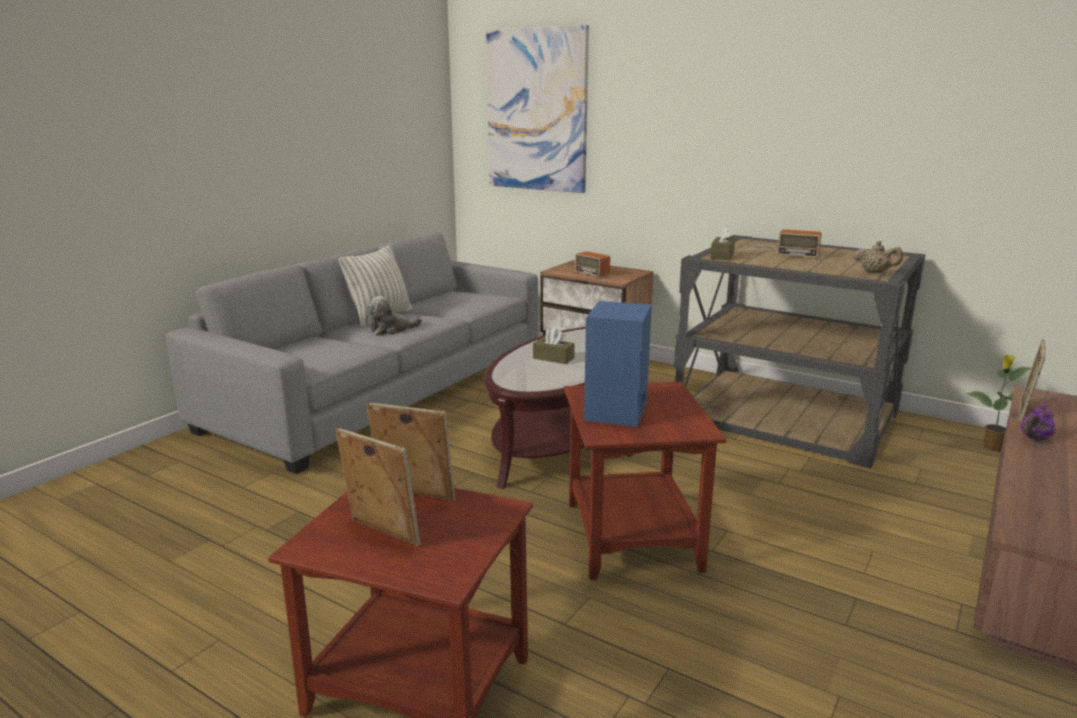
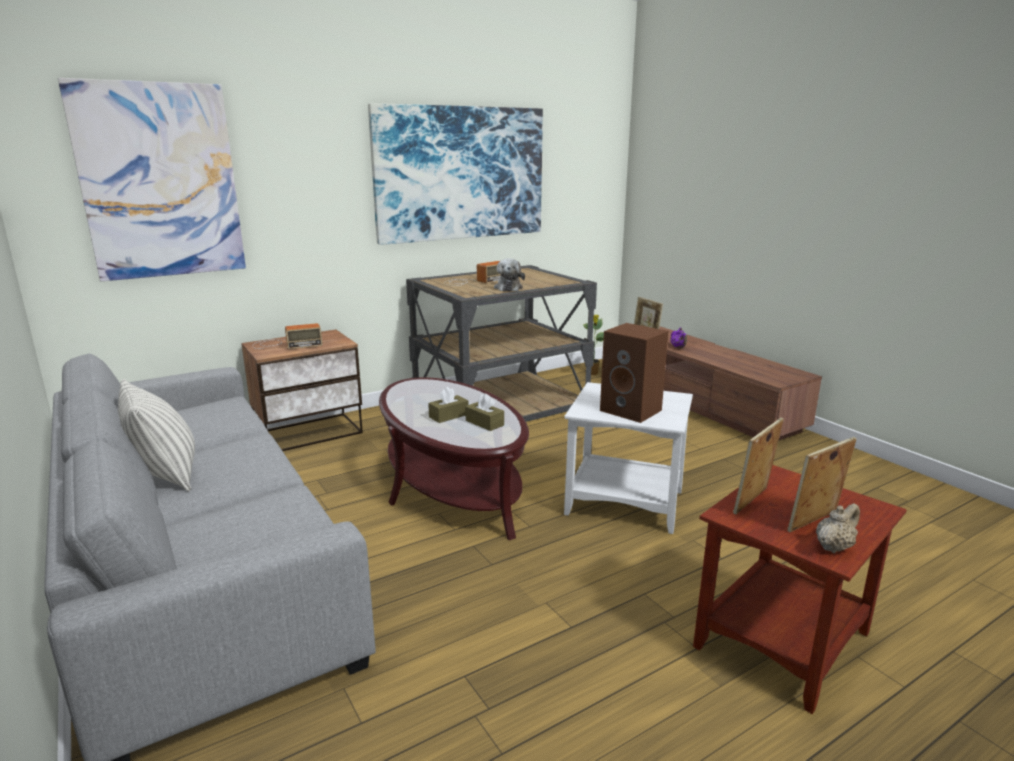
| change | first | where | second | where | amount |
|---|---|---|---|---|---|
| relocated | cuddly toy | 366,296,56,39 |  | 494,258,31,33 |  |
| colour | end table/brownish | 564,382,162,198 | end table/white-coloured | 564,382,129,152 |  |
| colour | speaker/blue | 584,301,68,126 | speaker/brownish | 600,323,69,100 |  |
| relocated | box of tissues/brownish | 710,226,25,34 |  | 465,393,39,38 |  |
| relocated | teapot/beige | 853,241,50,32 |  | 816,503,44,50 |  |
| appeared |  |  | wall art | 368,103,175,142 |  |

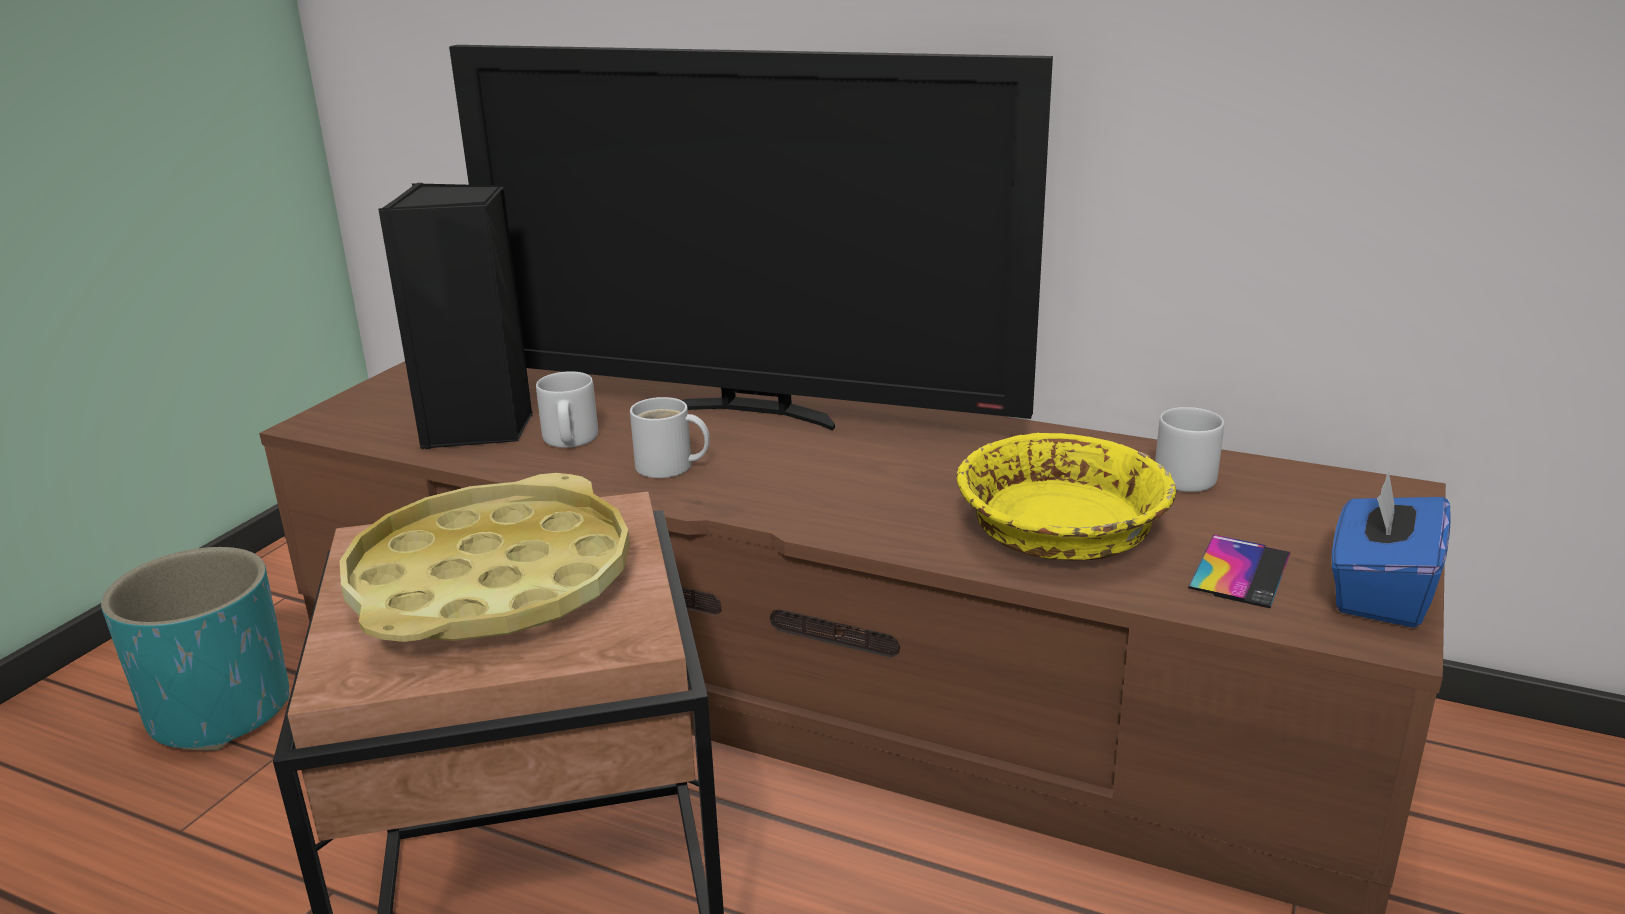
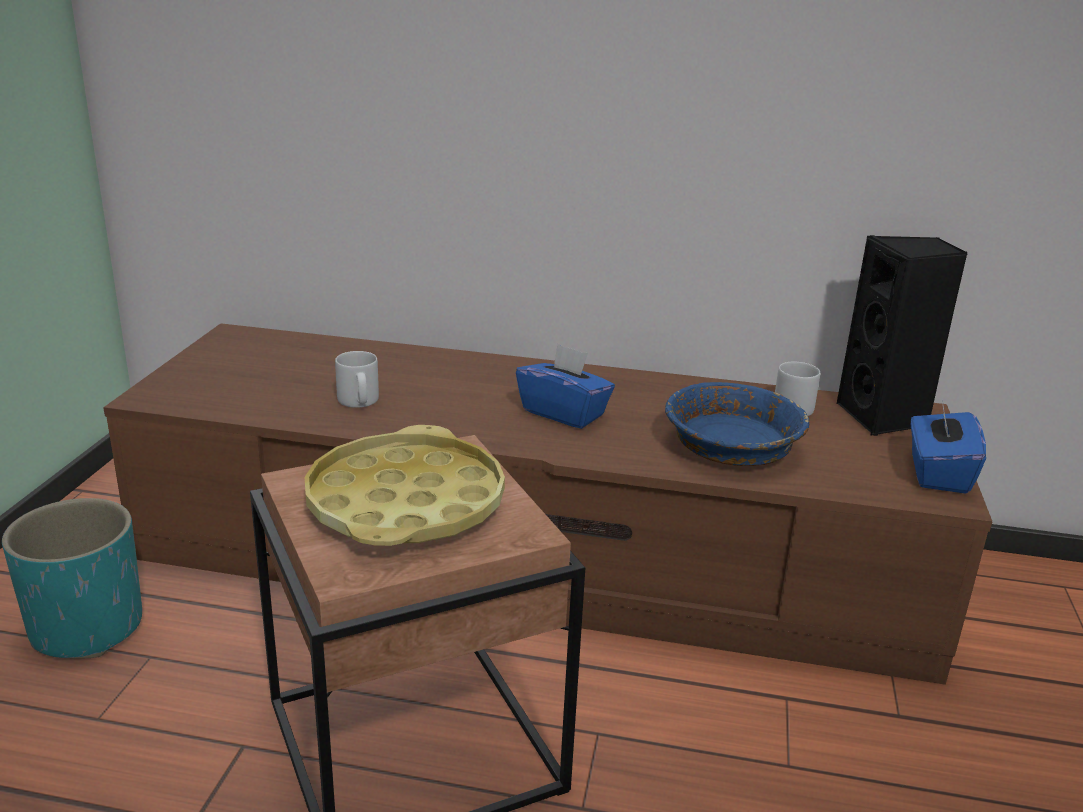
| change | first | where | second | where | amount |
|---|---|---|---|---|---|
| relocated | speaker/blackish | 378,183,155,266 |  | 836,235,131,201 |  |
| missing | TV set | 449,45,604,386 |  |  |  |
| missing | tea mug/white-coloured | 630,397,80,81 |  |  |  |
| colour | deep dish/yellow | 957,433,219,128 | deep dish/blue | 665,382,144,84 |  |
| missing | telephone | 1188,535,102,73 |  |  |  |
| appeared |  |  | box of tissues/blue | 516,344,99,85 |  |

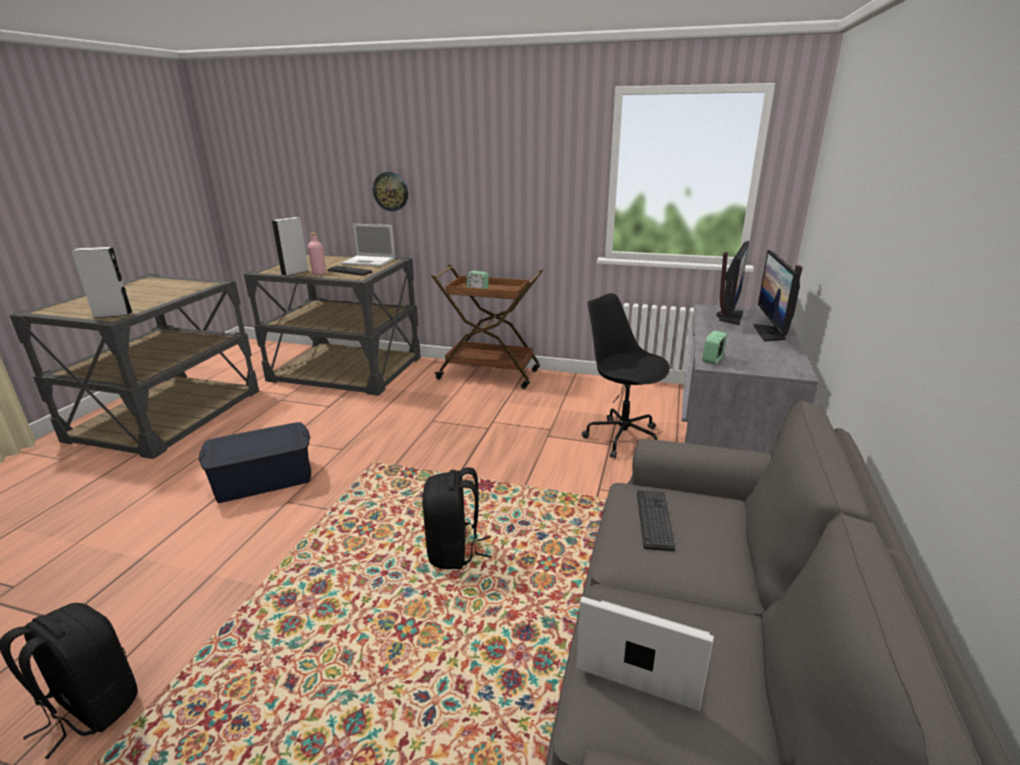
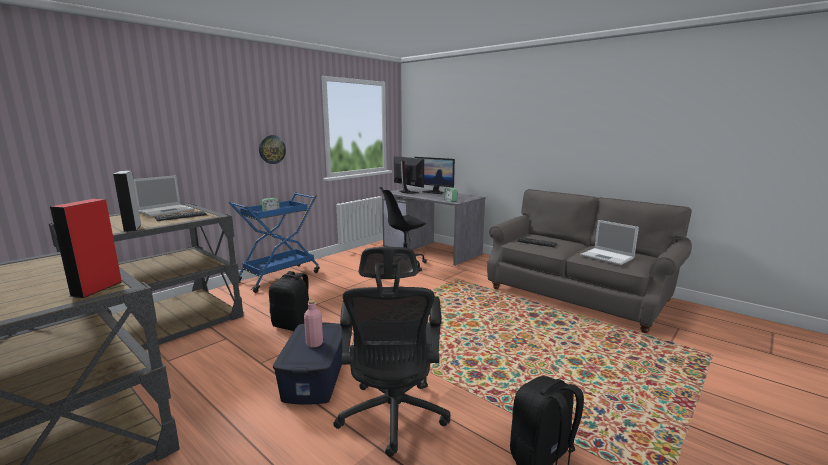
| change | first | where | second | where | amount |
|---|---|---|---|---|---|
| colour | speaker/grey | 72,247,60,71 | speaker/red-coloured | 50,199,72,99 |  |
| relocated | beverage bottle/pinkish | 308,233,18,42 |  | 304,300,19,48 |  |
| relocated | wall clock | 373,172,35,39 |  | 259,135,27,29 |  |
| relocated | rucksack/blackish | 422,467,69,102 |  | 269,271,40,60 |  |
| colour | cart/brownish | 431,265,112,124 | cart/blue | 228,192,92,101 |  |
| spun | laptop | 576,597,138,114 |  | 580,220,59,45 | 90 degrees counterclockwise |
| appeared |  |  | computer chair | 333,247,118,210 |  |

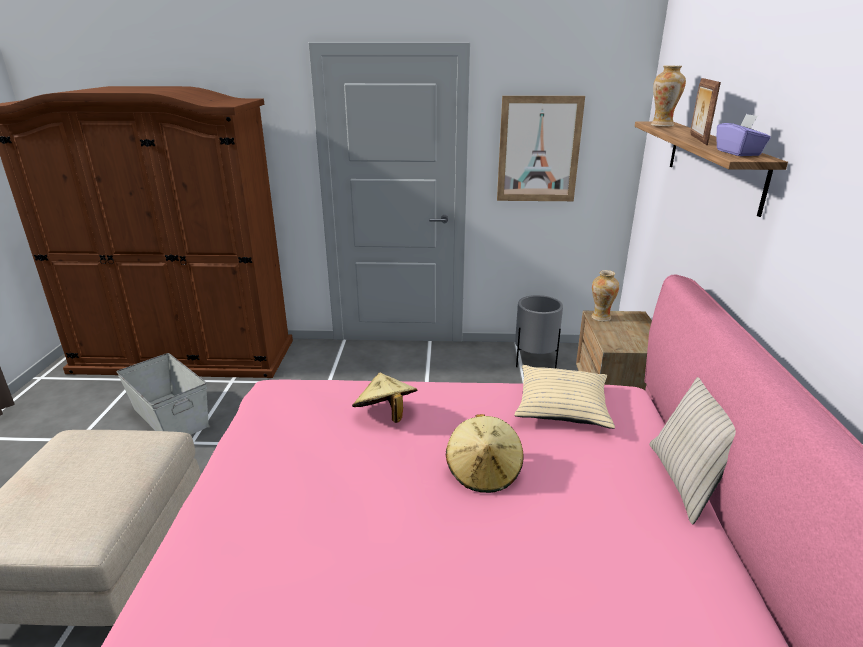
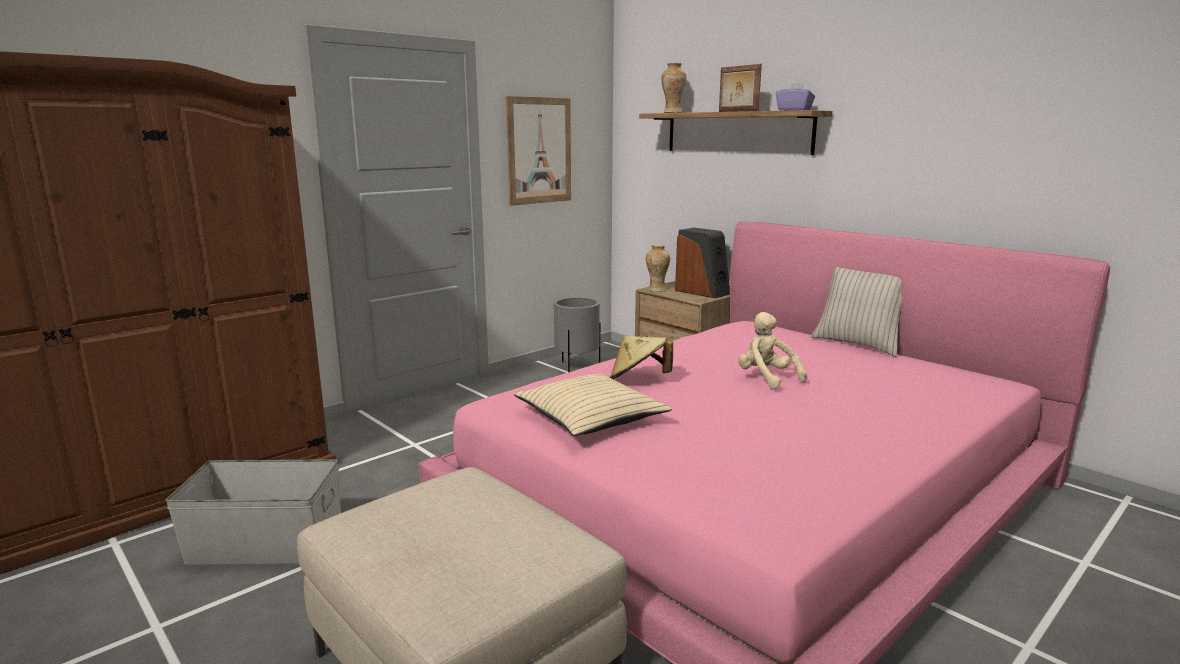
| change | first | where | second | where | amount |
|---|---|---|---|---|---|
| exchanged | clothing hat/beige | 446,414,78,79 | cuddly toy/beige | 738,312,69,77 |  |
| relocated | throw pillow/beige | 514,365,101,64 |  | 514,374,158,62 |  |
| appeared |  |  | speaker | 675,228,55,70 |  |

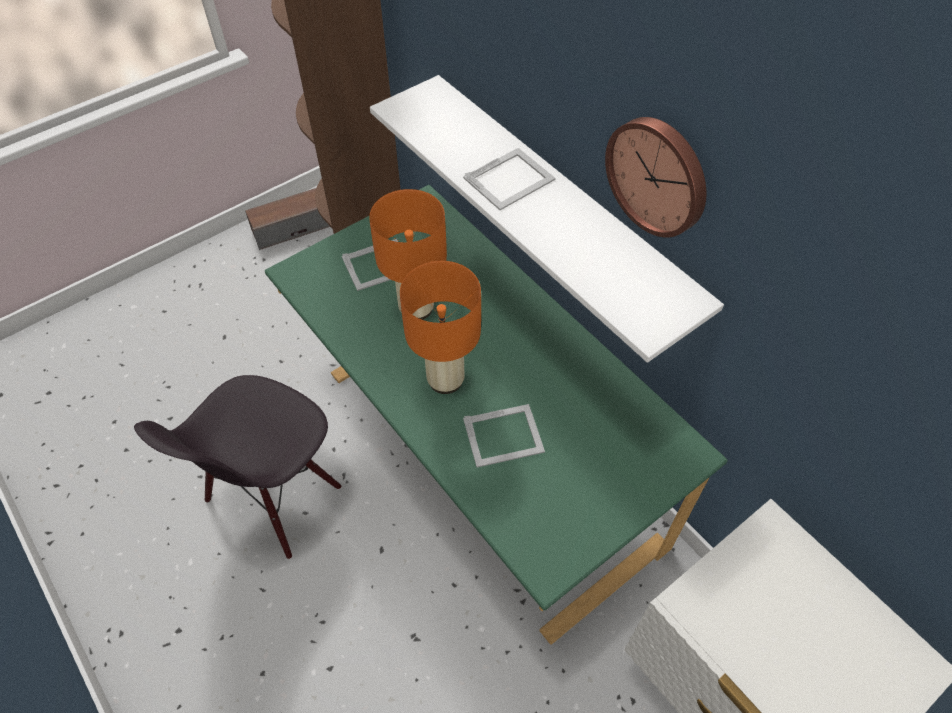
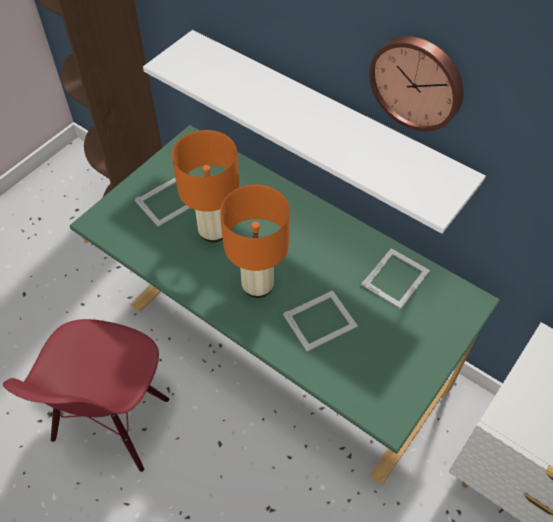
| change | first | where | second | where | amount |
|---|---|---|---|---|---|
| colour | plain chair/blackish | 134,375,207,184 | plain chair/red-coloured | 3,319,166,153 |  |
| missing | speaker | 245,188,85,62 |  |  |  |
| relocated | picture frame | 463,148,93,62 |  | 361,248,69,61 |  |

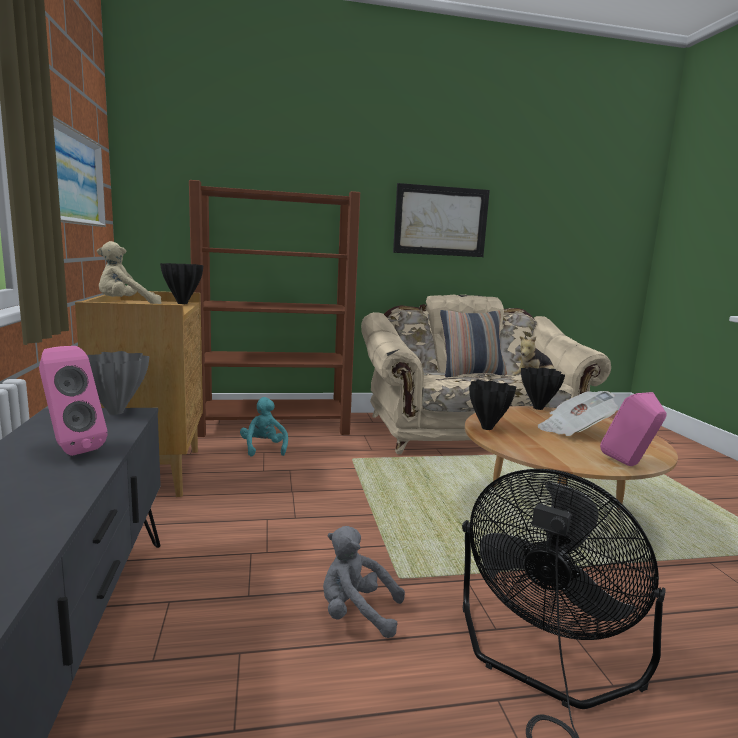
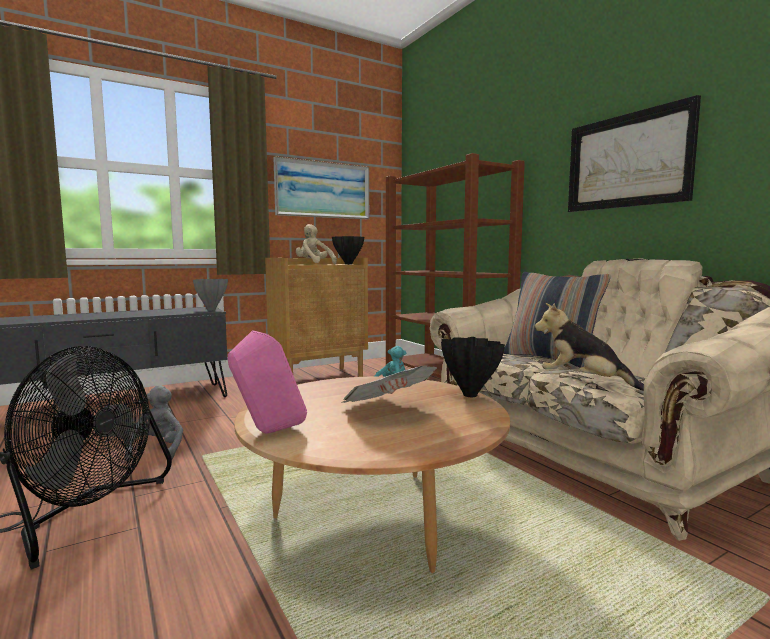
| change | first | where | second | where | amount |
|---|---|---|---|---|---|
| missing | speaker/pinkish | 39,346,69,110 |  |  |  |
| missing | decorative vase/blackish | 469,380,47,50 |  |  |  |

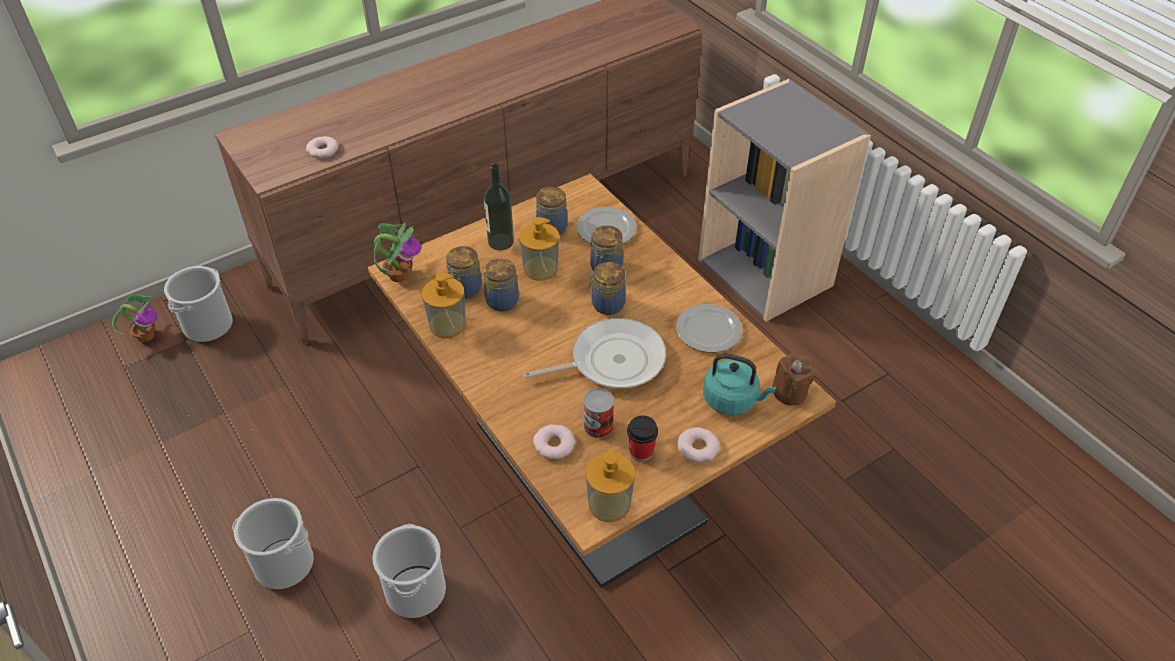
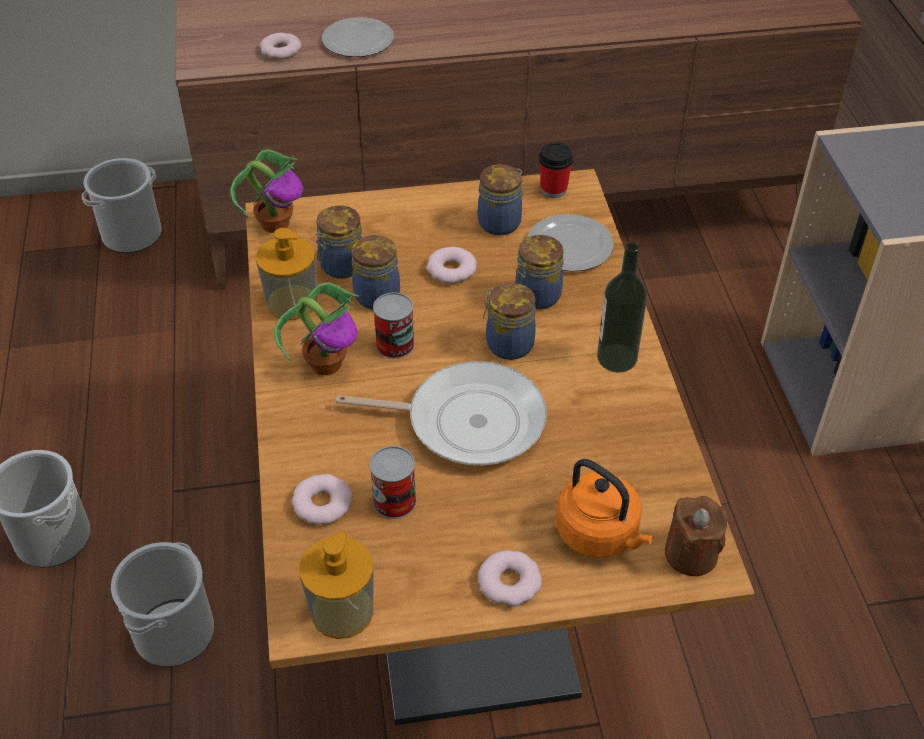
| change | first | where | second | where | amount |
|---|---|---|---|---|---|
| relocated | potted plant | 112,294,45,48 |  | 274,282,85,93 |  |
| relocated | beverage bottle | 484,163,30,88 |  | 597,242,50,130 |  |
| exchanged | soap dispenser | 519,217,40,64 | ring doughnut | 427,246,50,38 |  |
| relocated | cup | 627,415,31,47 |  | 539,143,34,55 |  |
| relocated | flat dish | 676,304,67,48 |  | 322,17,72,40 |  |
| colour | water kettle/blue-green | 703,354,73,61 | water kettle/orange-coloured | 556,459,98,99 |  |
| appeared |  |  | metal can | 373,293,42,66 |  |

